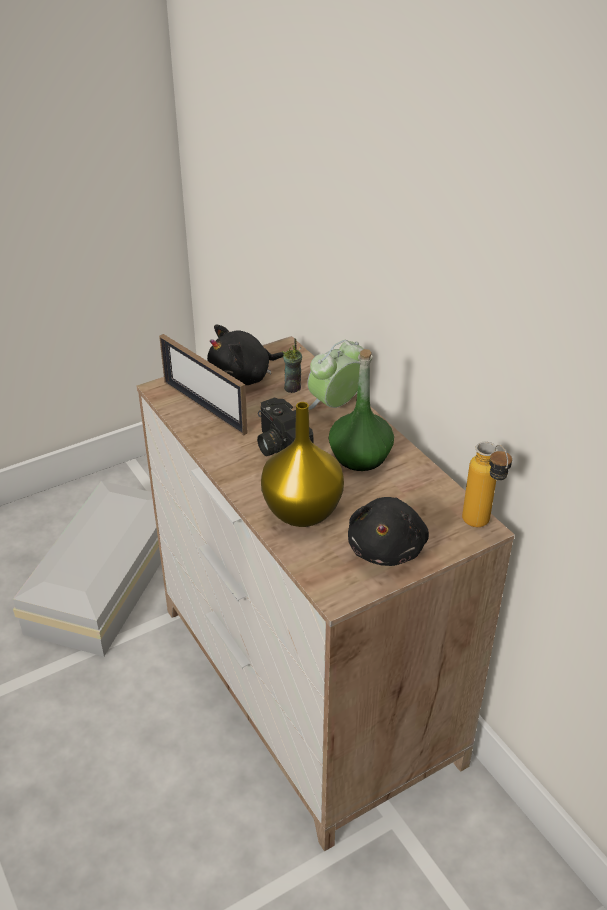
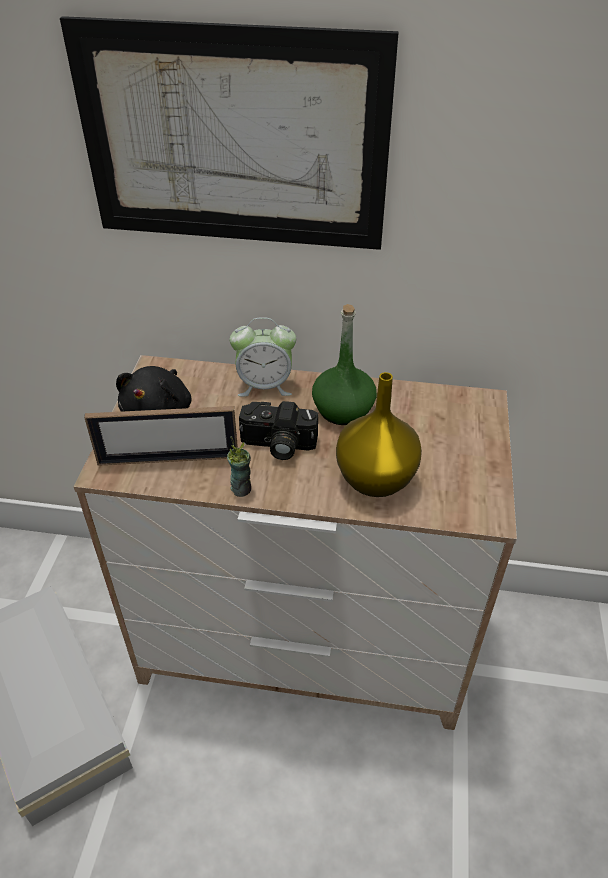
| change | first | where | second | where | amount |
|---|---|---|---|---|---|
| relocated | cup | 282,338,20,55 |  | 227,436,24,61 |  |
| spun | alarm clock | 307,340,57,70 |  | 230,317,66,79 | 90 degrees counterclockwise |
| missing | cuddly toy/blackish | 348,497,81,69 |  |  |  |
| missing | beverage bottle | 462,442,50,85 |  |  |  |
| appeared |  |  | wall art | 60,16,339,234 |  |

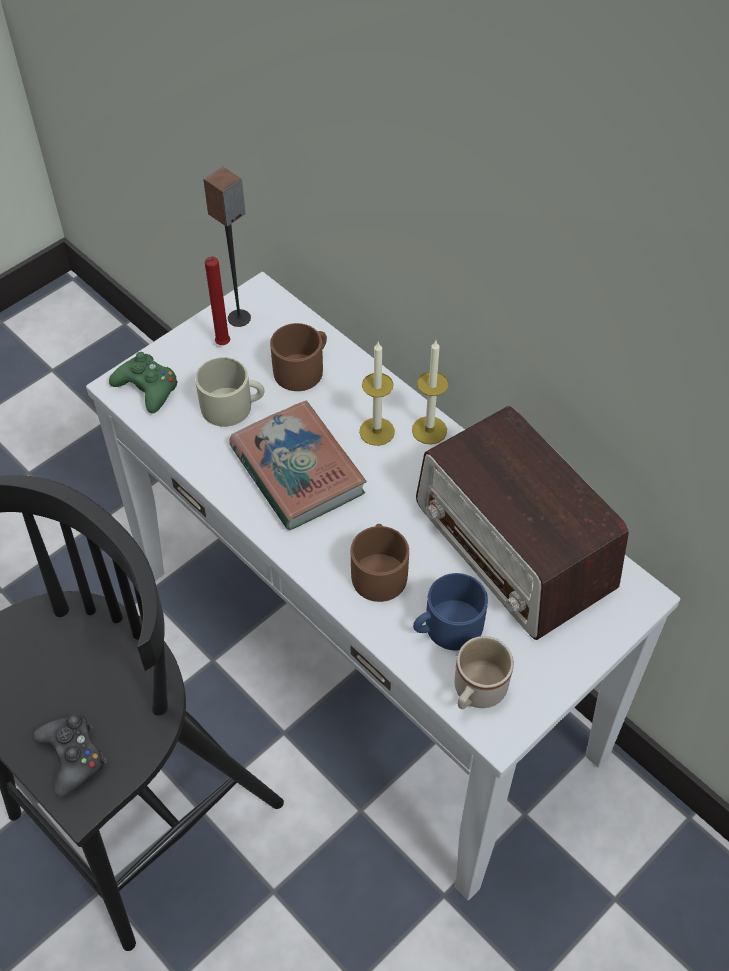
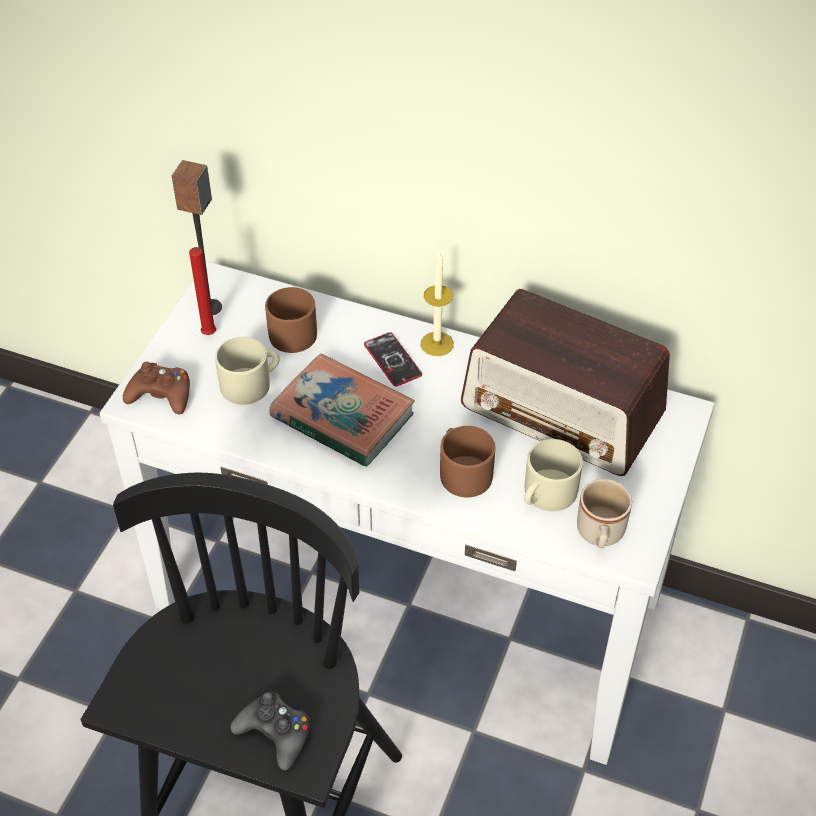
| change | first | where | second | where | amount |
|---|---|---|---|---|---|
| colour | gamepad/greenish | 109,352,69,62 | gamepad/brownish | 123,362,67,52 |  |
| exchanged | wax light | 359,341,36,105 | telephone | 364,332,58,54 |  |
| colour | tea mug/blue | 413,573,75,77 | tea mug/beige | 524,439,59,72 |  |

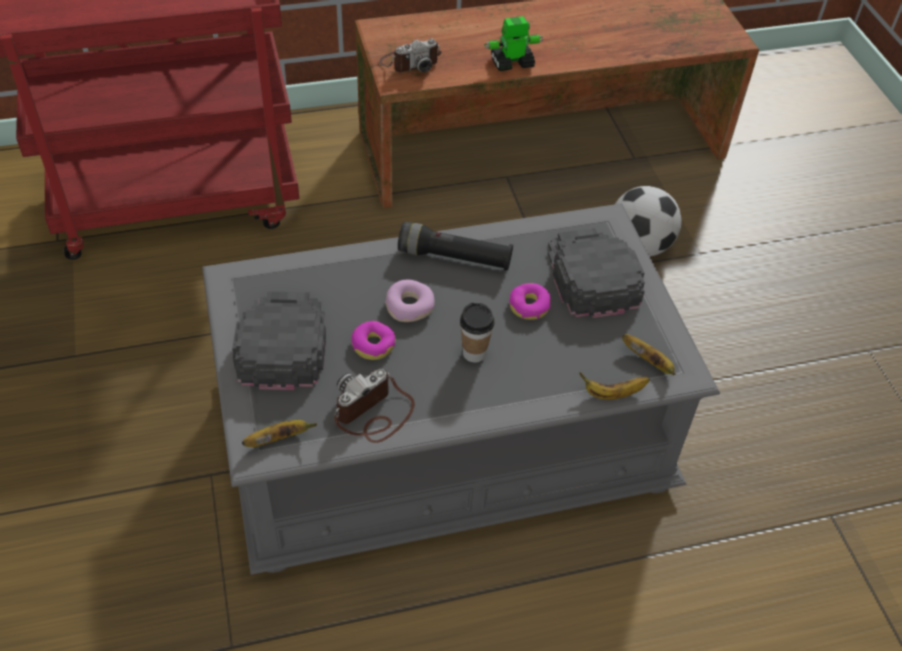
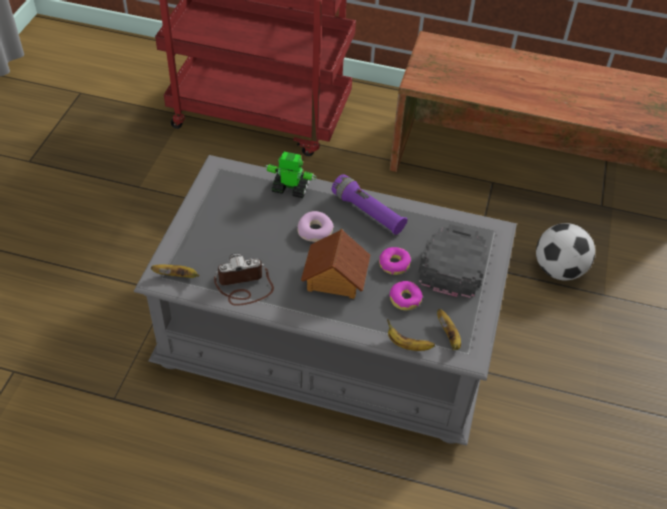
| change | first | where | second | where | amount |
|---|---|---|---|---|---|
| missing | baseball cap/blackish | 232,292,94,98 |  |  |  |
| relocated | ring doughnut | 351,321,45,39 |  | 389,281,34,29 |  |
| missing | photo camera | 379,38,62,34 |  |  |  |
| colour | hand torch/blackish | 398,222,115,49 | hand torch/purple | 332,174,76,61 |  |
| exchanged | cup | 460,302,34,61 | toy house | 301,229,69,70 |  |
| relocated | model robot | 484,16,59,55 |  | 264,152,53,46 |  |

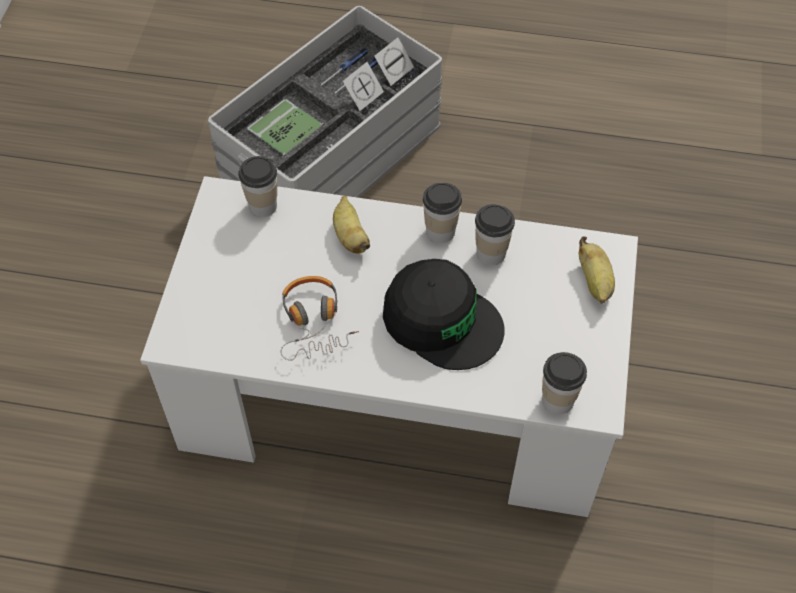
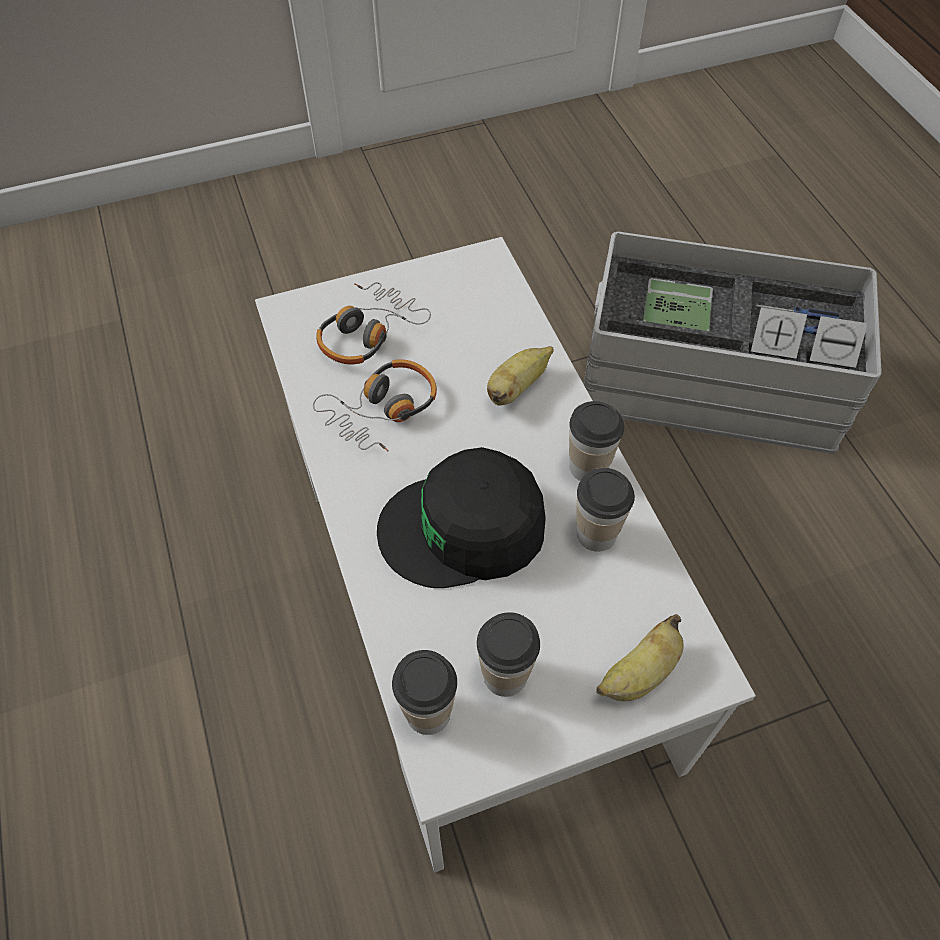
| change | first | where | second | where | amount |
|---|---|---|---|---|---|
| relocated | cup | 238,156,39,61 |  | 477,612,63,85 |  |
| spun | baseball cap/blackish | 383,259,122,111 |  | 377,447,169,141 | 75 degrees clockwise |
| appeared |  |  | pair of headphones | 316,282,115,82 |  |

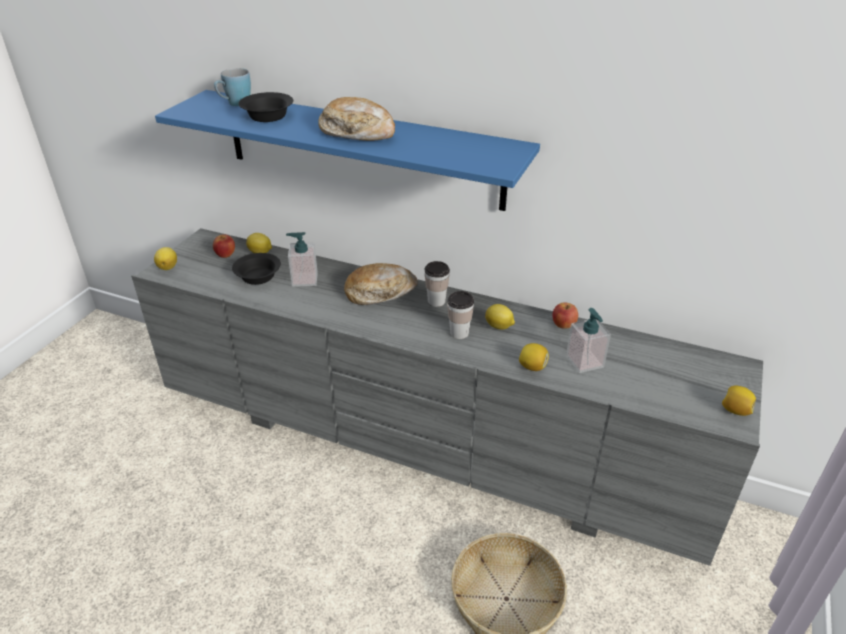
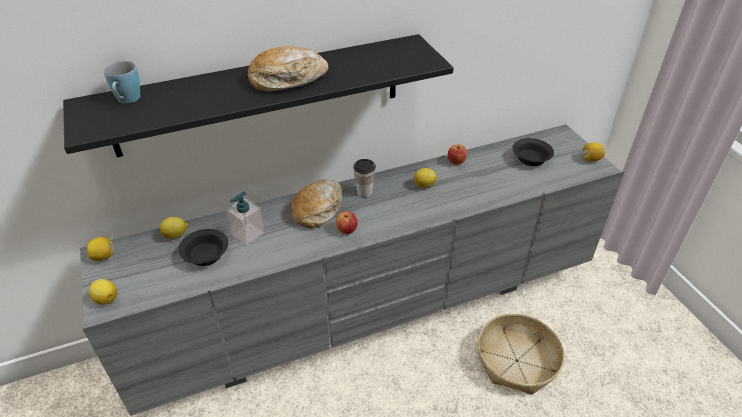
| change | first | where | second | where | amount |
|---|---|---|---|---|---|
| colour | shelf/blue | 155,90,385,121 | shelf/blackish | 63,34,390,123 |  |
| relocated | whole apple | 213,234,22,24 |  | 336,211,22,23 |  |
| relocated | deep dish/blackish | 239,92,54,30 |  | 513,138,41,28 |  |
| missing | cup | 447,291,27,48 |  |  |  |
| relocated | whole lemon | 519,343,30,28 |  | 87,237,27,24 |  |
| missing | soap dispenser | 566,308,45,65 |  |  |  |

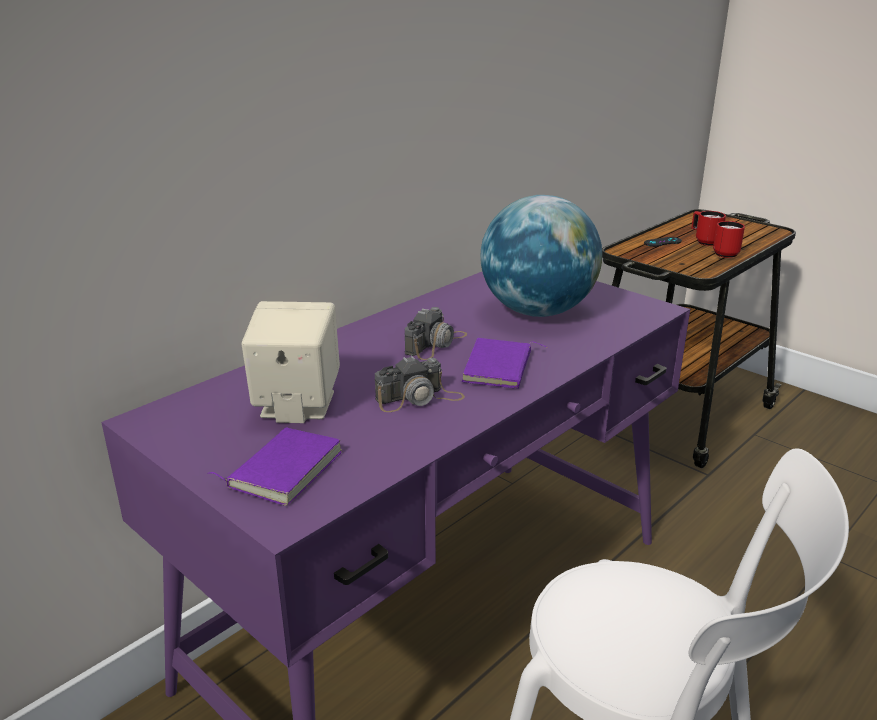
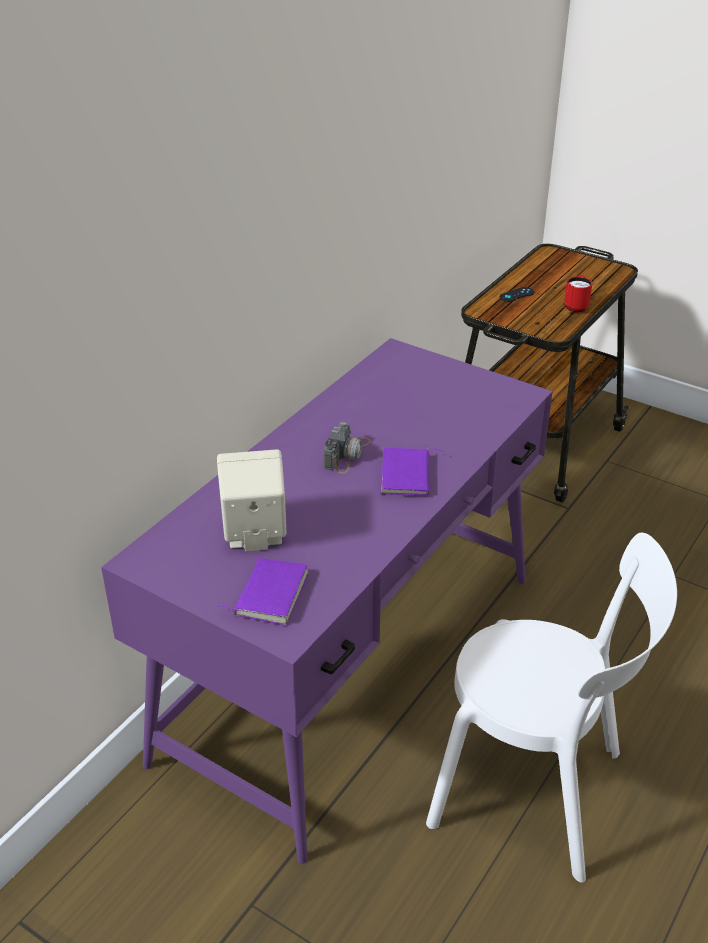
| change | first | where | second | where | amount |
|---|---|---|---|---|---|
| missing | photo camera | 375,355,90,57 |  |  |  |
| missing | desk globe | 480,195,122,122 |  |  |  |
| missing | tea mug/red-coloured | 691,211,35,35 |  |  |  |

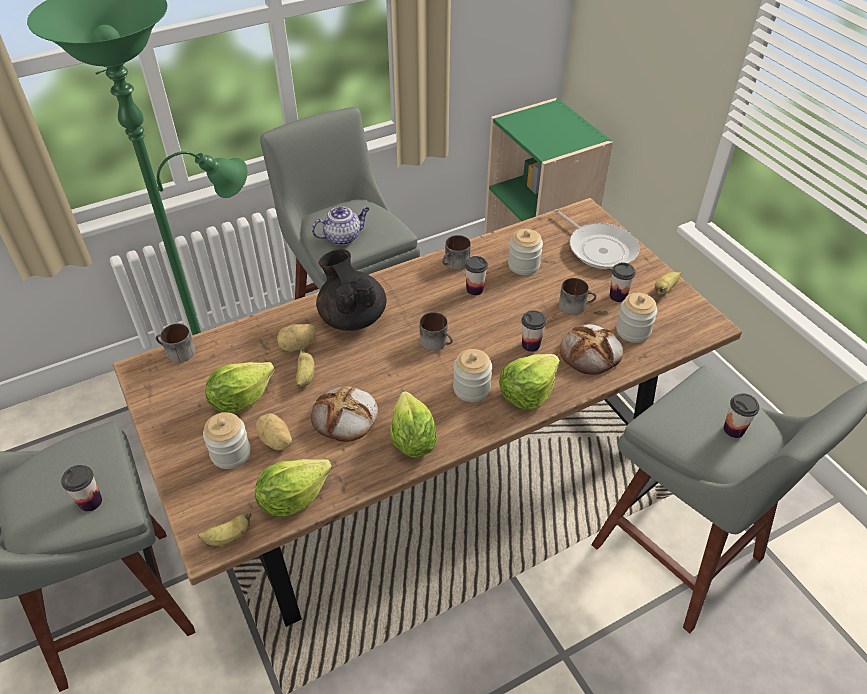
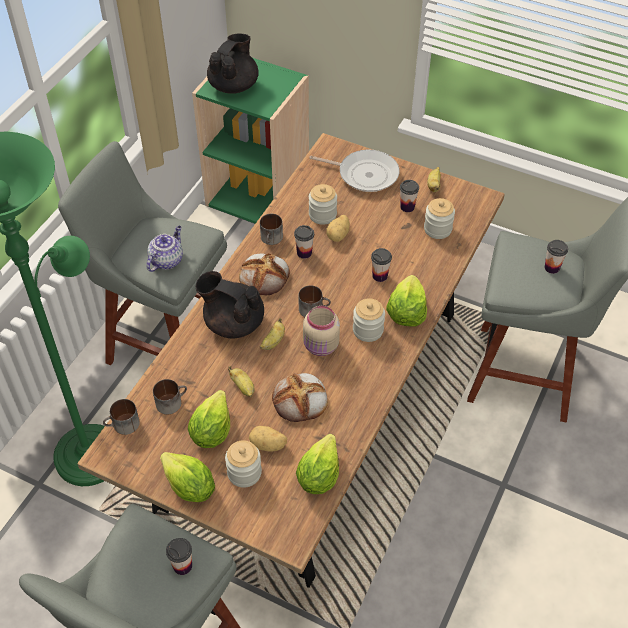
| change | first | where | second | where | amount |
|---|---|---|---|---|---|
| relocated | whole banana | 198,512,53,34 |  | 260,318,25,32 |  |
| relocated | whole potato | 277,324,39,27 |  | 326,215,24,27 |  |
| relocated | lettuce | 390,391,47,67 |  | 160,452,55,50 |  |
| relocated | tea mug | 559,278,37,37 |  | 153,379,34,35 |  |
| relocated | bread | 560,324,63,51 |  | 239,253,51,42 |  |
| appeared |  |  | teapot/blackish | 207,34,52,60 |  |
| appeared |  |  | preserve jar/beige | 303,306,37,50 |  |

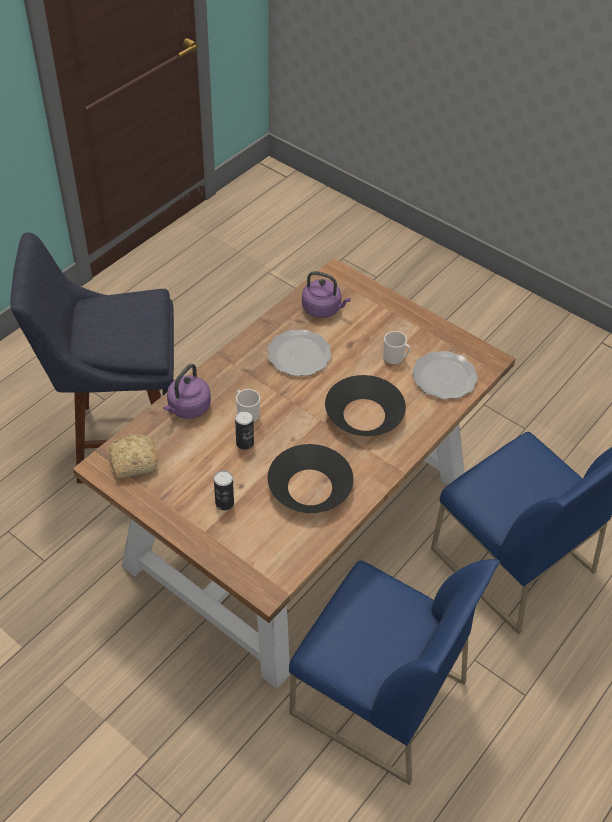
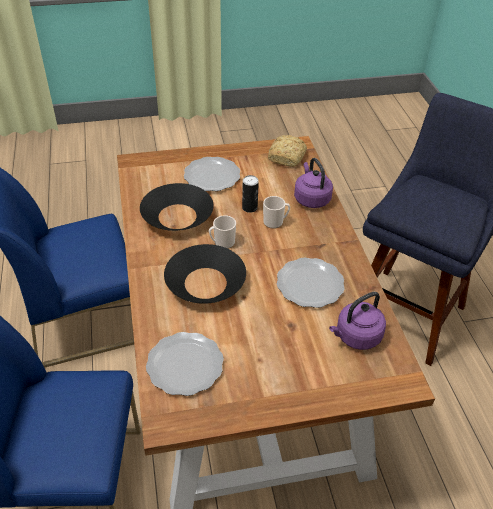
| change | first | where | second | where | amount |
|---|---|---|---|---|---|
| exchanged | metal can | 214,470,20,40 | flat dish | 184,157,56,34 |  |
| relocated | tea mug | 383,331,27,34 |  | 209,215,27,34 |  |

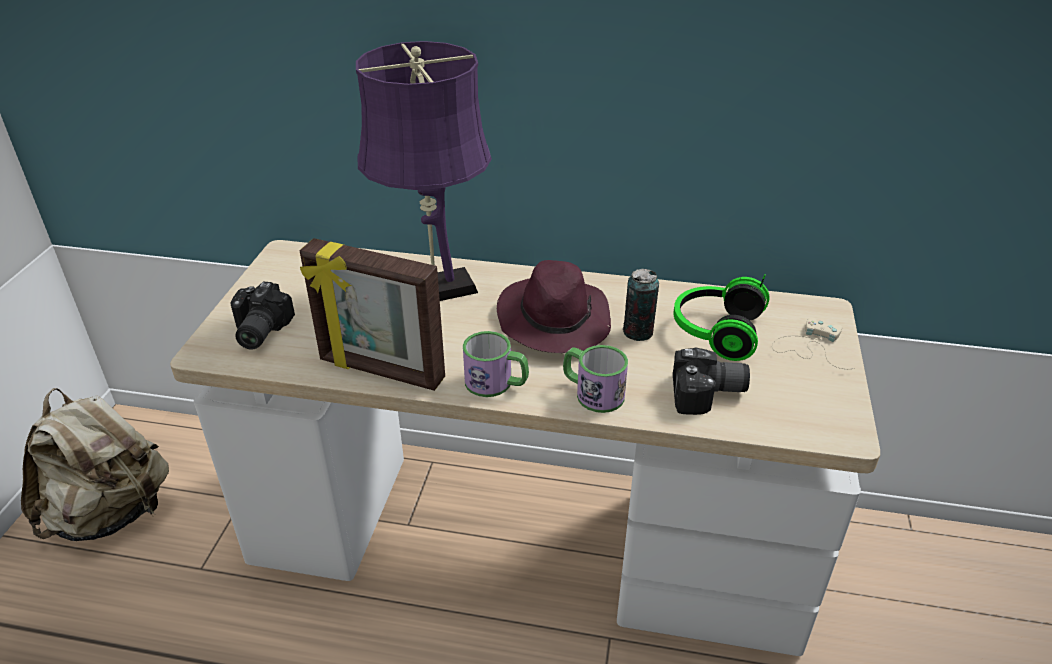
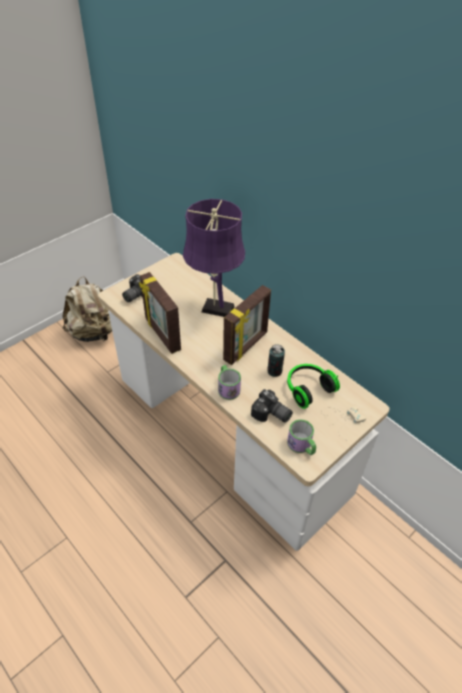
| change | first | where | second | where | amount |
|---|---|---|---|---|---|
| relocated | tea mug | 463,331,66,66 |  | 287,419,29,36 |  |
| exchanged | clothing hat/purple | 497,260,114,93 | picture frame | 223,285,48,80 |  |

